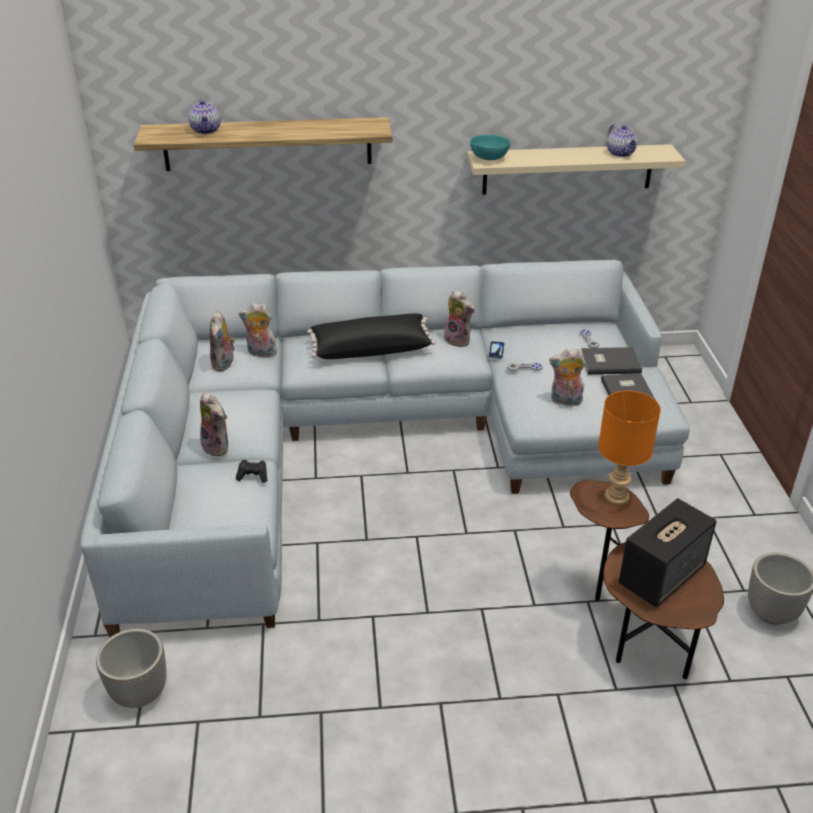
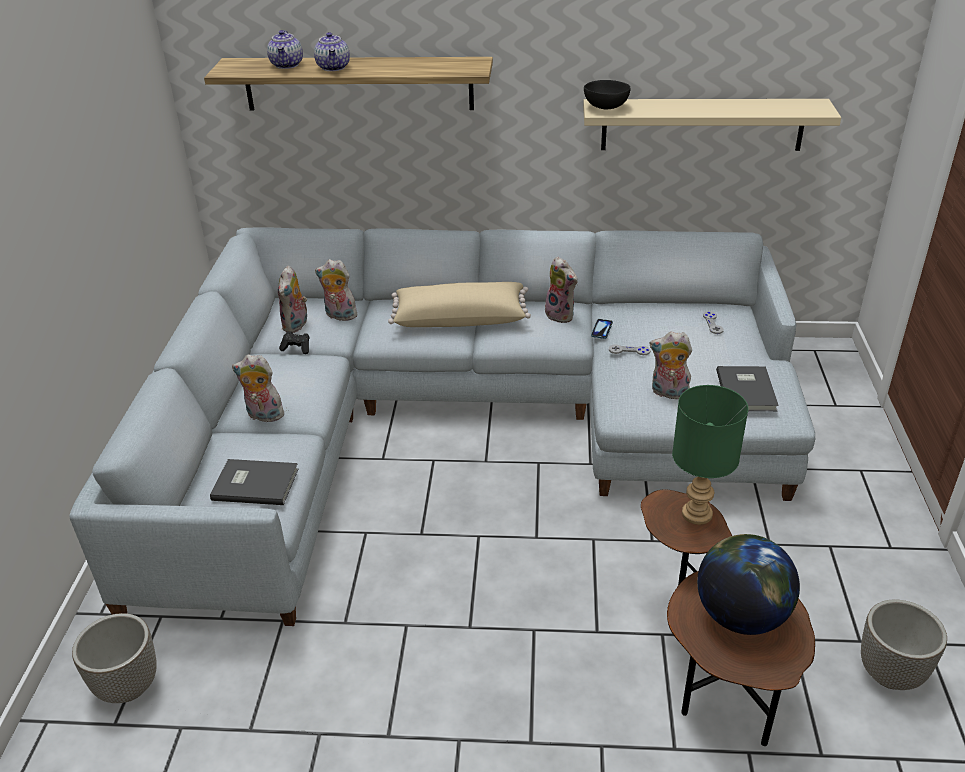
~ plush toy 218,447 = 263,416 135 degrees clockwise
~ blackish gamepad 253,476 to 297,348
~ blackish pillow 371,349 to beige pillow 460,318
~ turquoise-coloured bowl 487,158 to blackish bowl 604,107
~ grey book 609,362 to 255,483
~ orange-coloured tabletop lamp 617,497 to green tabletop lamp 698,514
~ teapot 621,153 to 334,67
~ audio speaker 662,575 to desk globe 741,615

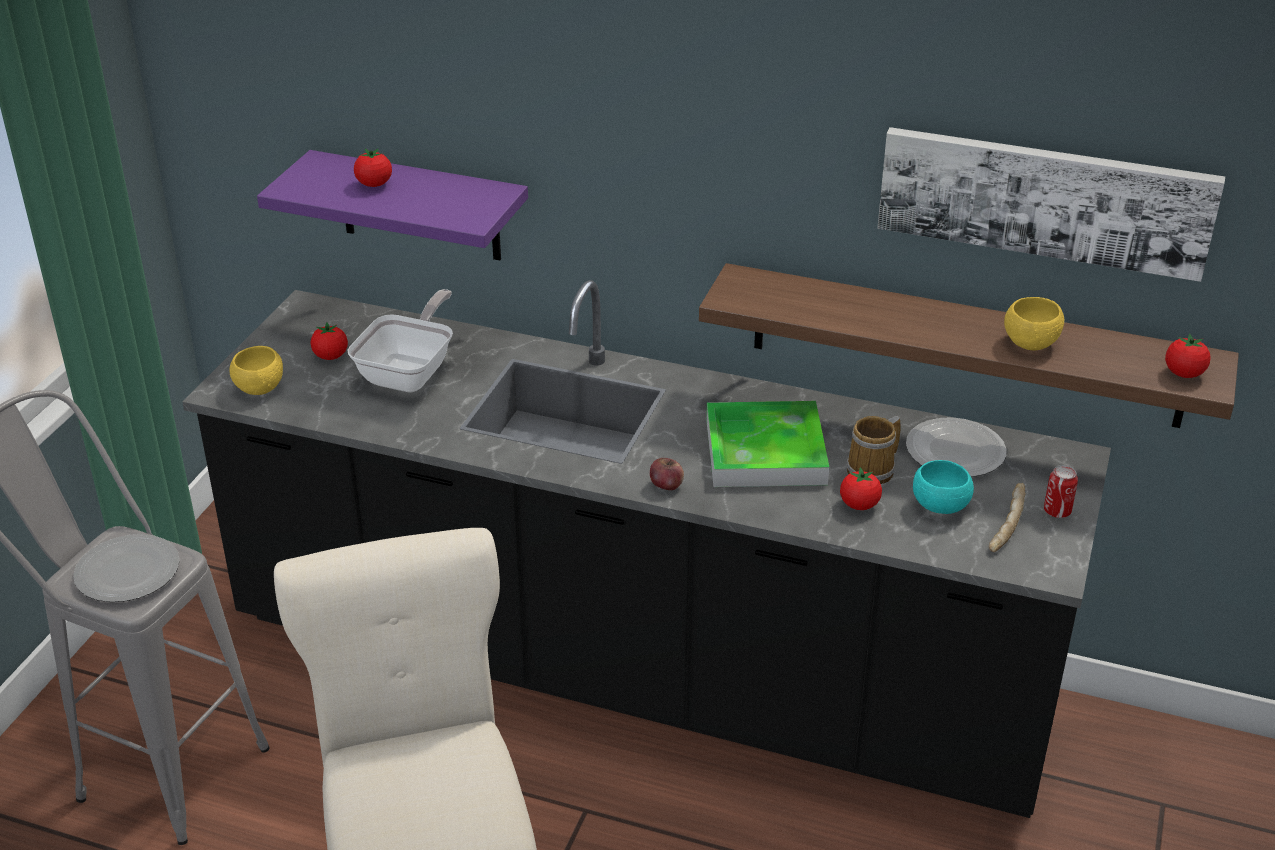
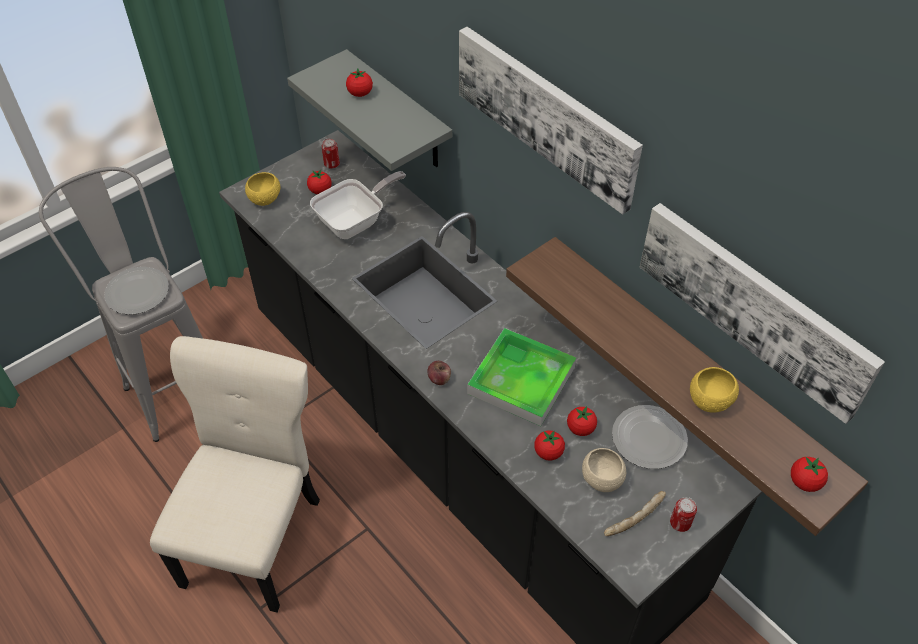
~ purple shelf 420,206 to grey shelf 398,112
~ mug 874,470 to whole tomato 580,428
~ turquoise-coloured bowl 940,506 to beige bowl 602,479
+ sealed can 332,164
+ wall art 546,115

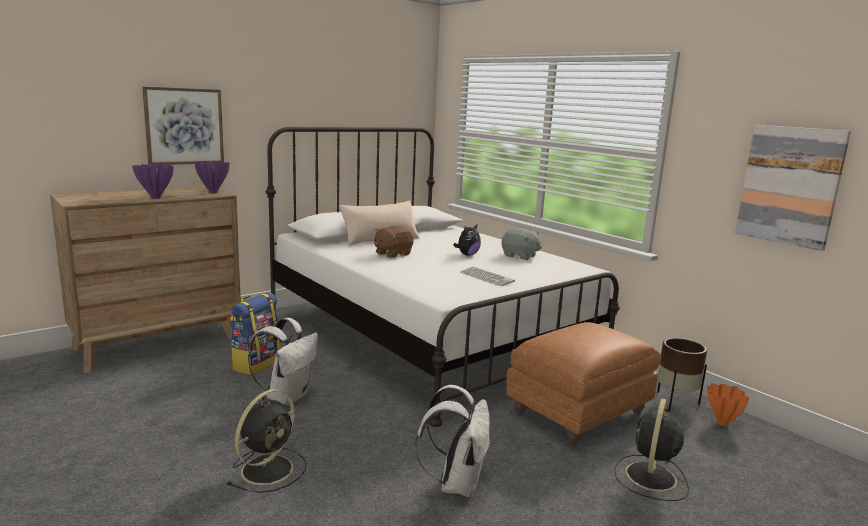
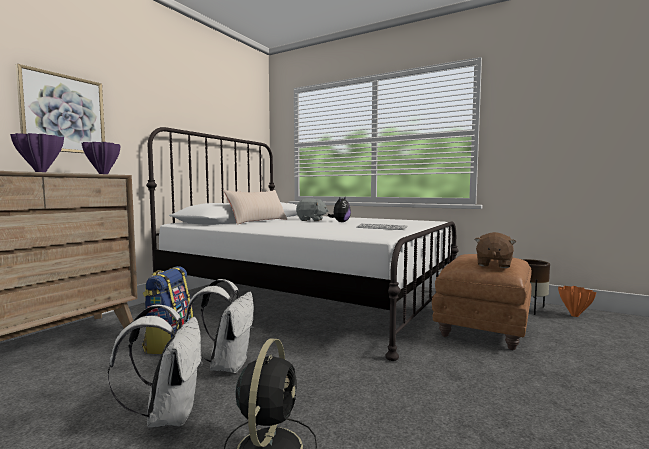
~ brown plush toy 392,254 to 493,264
~ white backpack 456,483 to 168,415
~ grey plush toy 520,256 to 311,220
- blackish electric fan 650,478
- wall art 790,185

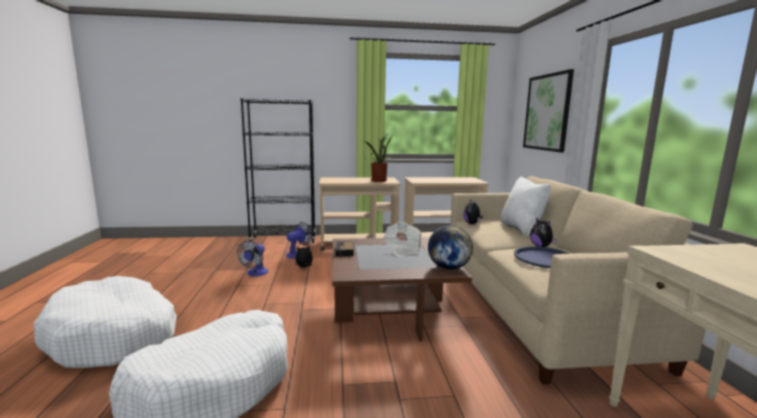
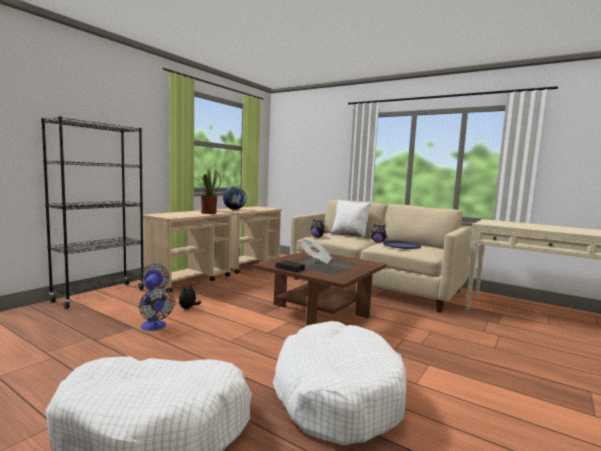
~ desk globe 448,268 to 234,209
- wall art 547,112

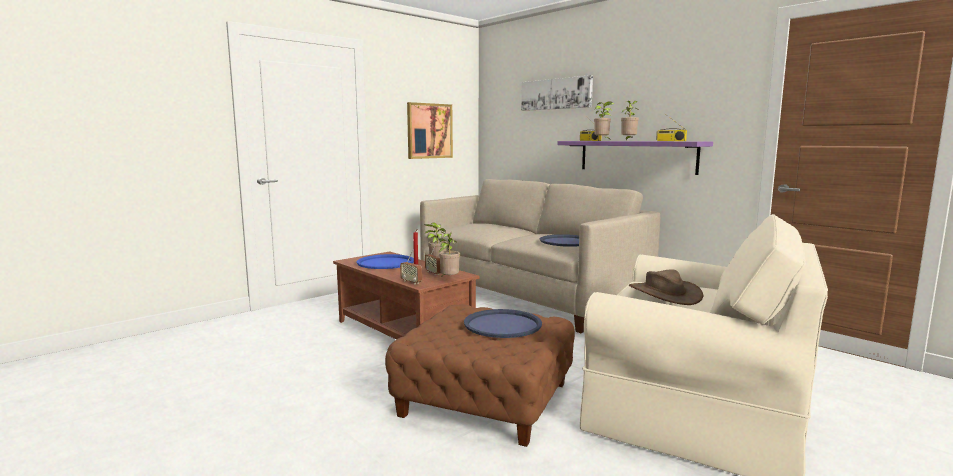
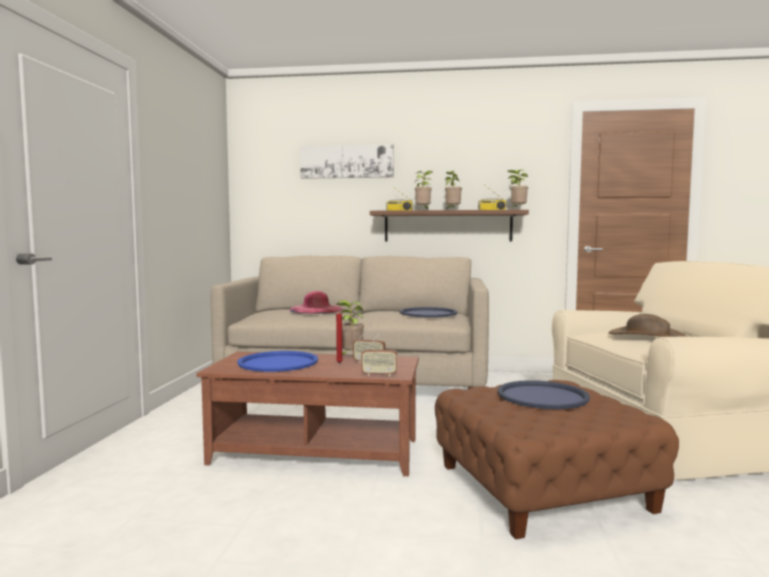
- wall art 429,131
~ plant in a pot 449,279 to 517,209
~ purple shelf 636,156 to brown shelf 447,226
+ pinkish hat 316,310

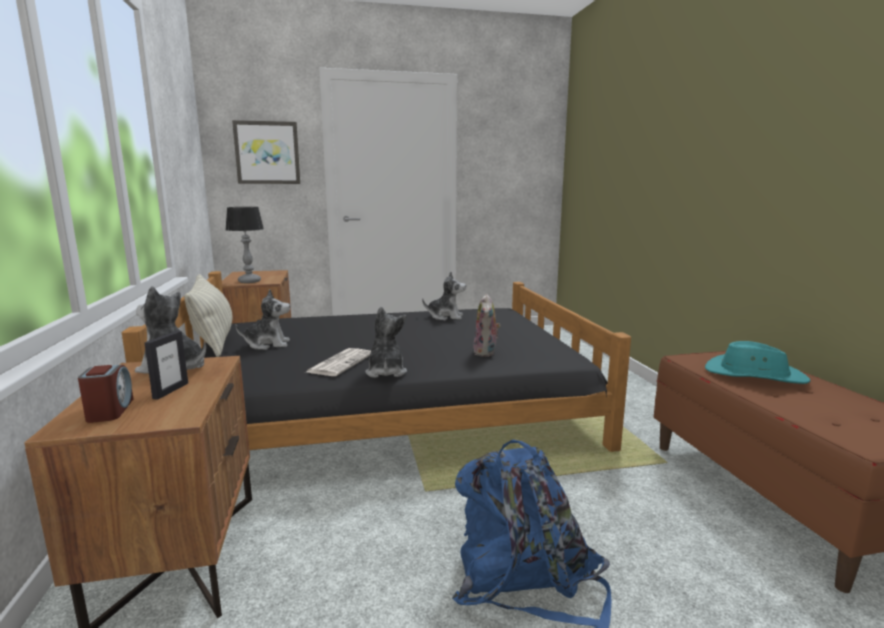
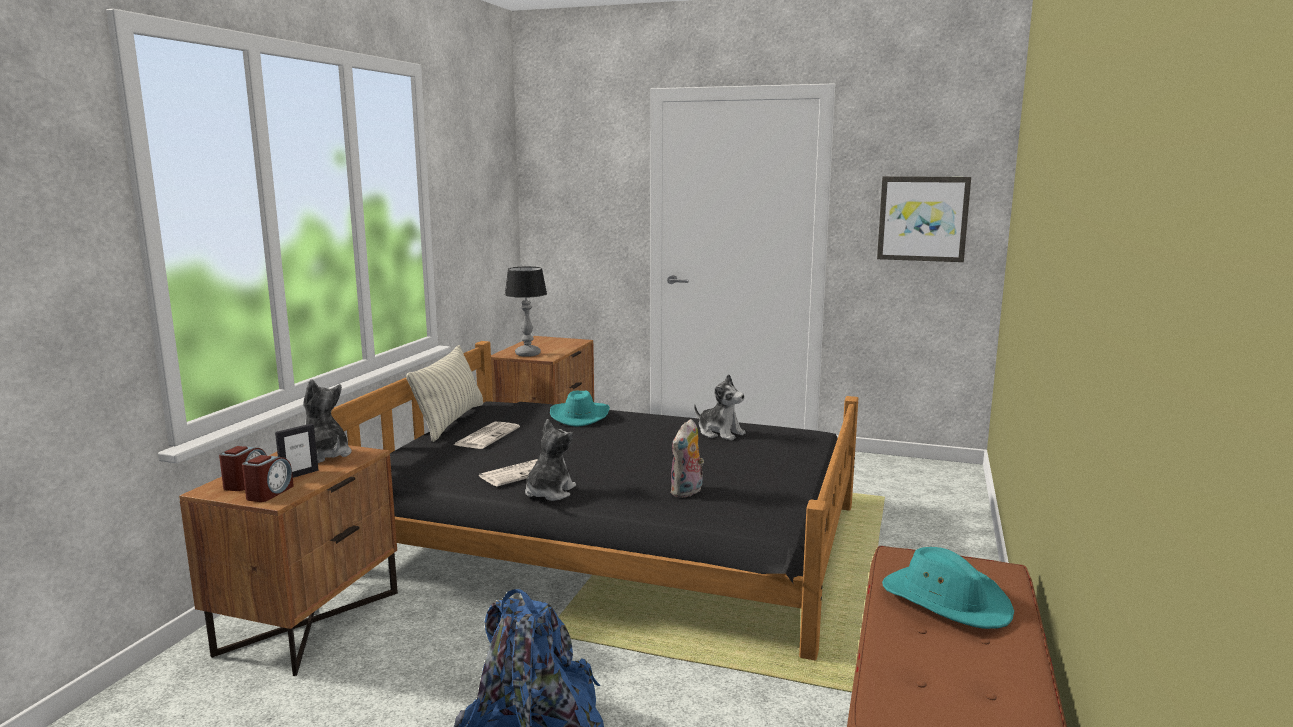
~ wall art 267,153 to 922,218
~ plush toy 268,344 to printed paper 487,436
+ bedside clock 269,493
+ turquoise-coloured hat 580,416

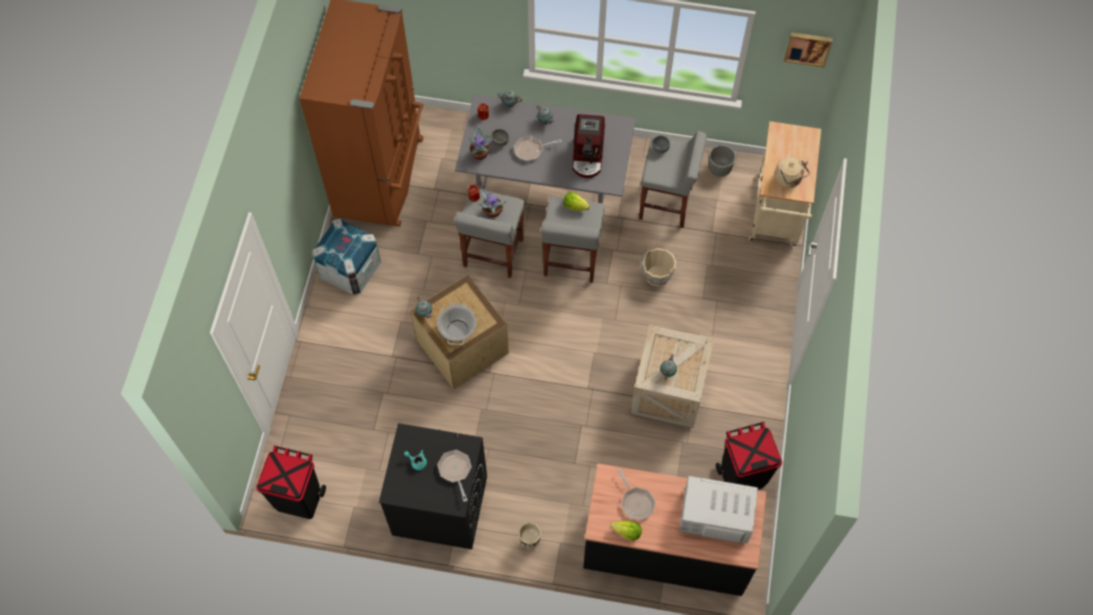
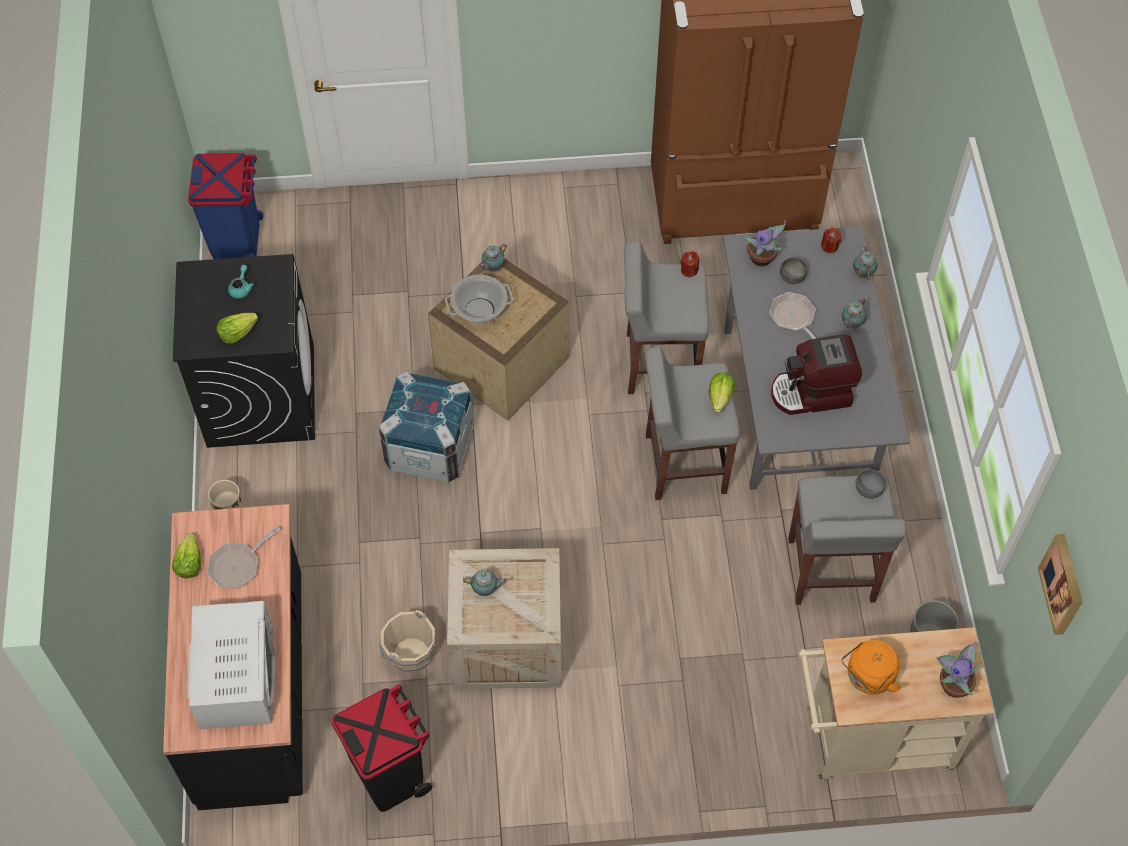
~ blackish waste bin 299,499 to blue-coloured waste bin 238,243
~ packing crate 350,269 to 430,448
~ frying pan 455,471 to lettuce head 237,333
~ plant in a pot 491,211 to 953,684
~ beige bucket 656,276 to 409,654
~ beige kettle 788,180 to orange-coloured kettle 868,678

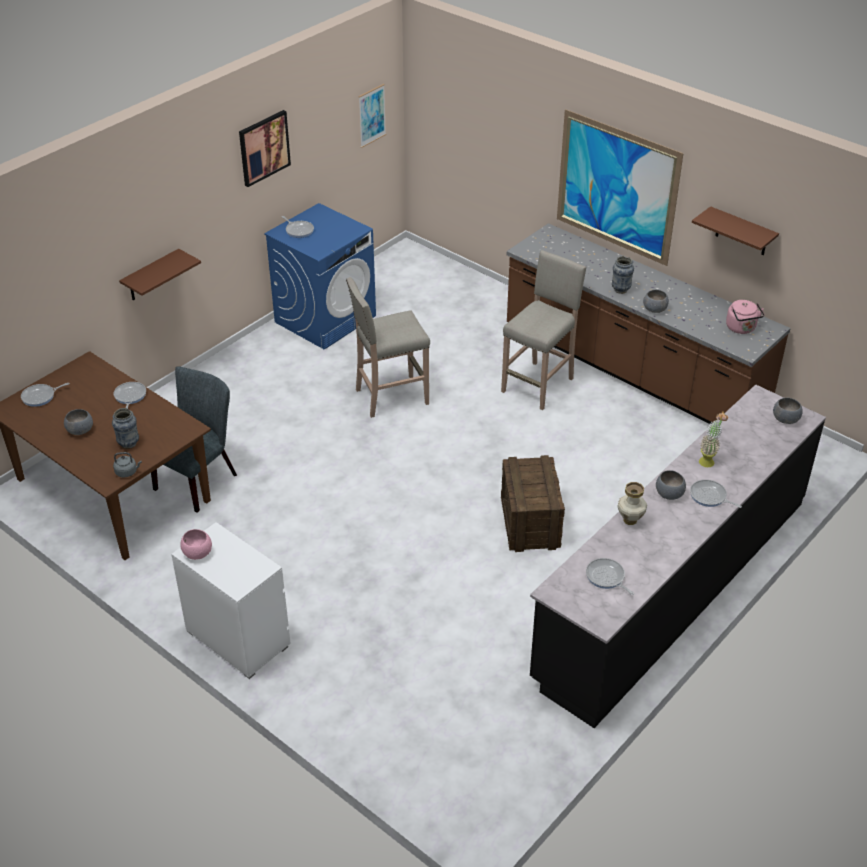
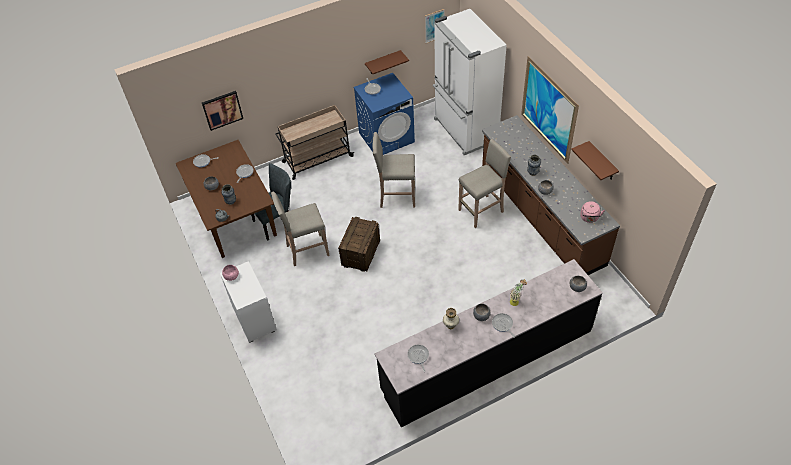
~ brown shelf 151,276 to 383,62
~ wall art 264,148 to 222,110
~ packing crate 530,522 to 361,253
+ beige sitting stool 306,250
+ beige wheeled cart 317,159
+ white refrigerator 464,131

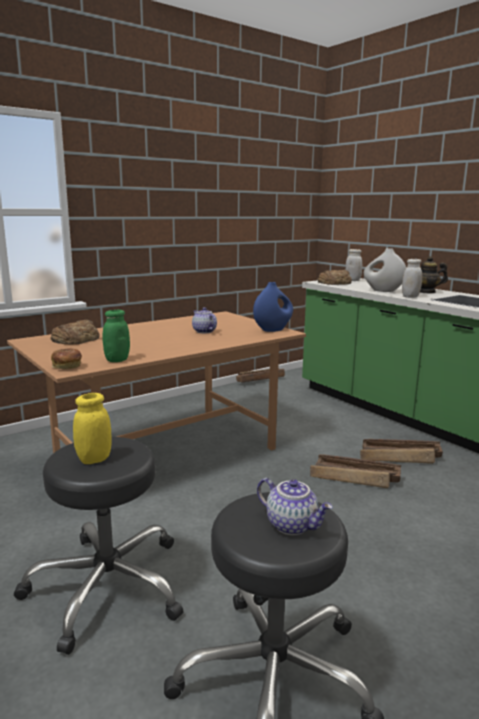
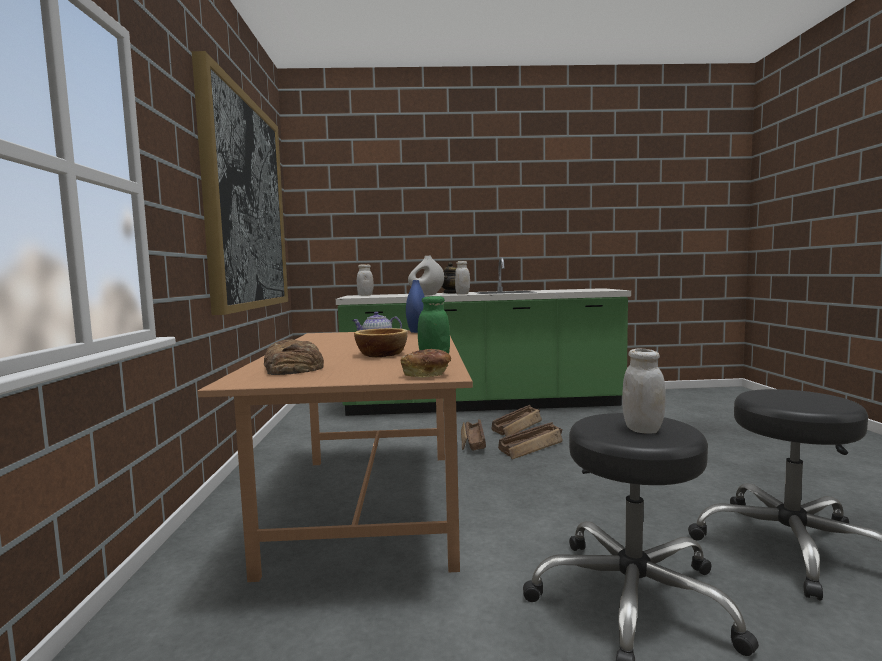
~ yellow-coloured storage jar 94,459 to white storage jar 642,429
~ packing crate 260,380 to 472,442
- teapot 292,525
- bread 335,282
+ wall art 245,204
+ bowl 381,354

